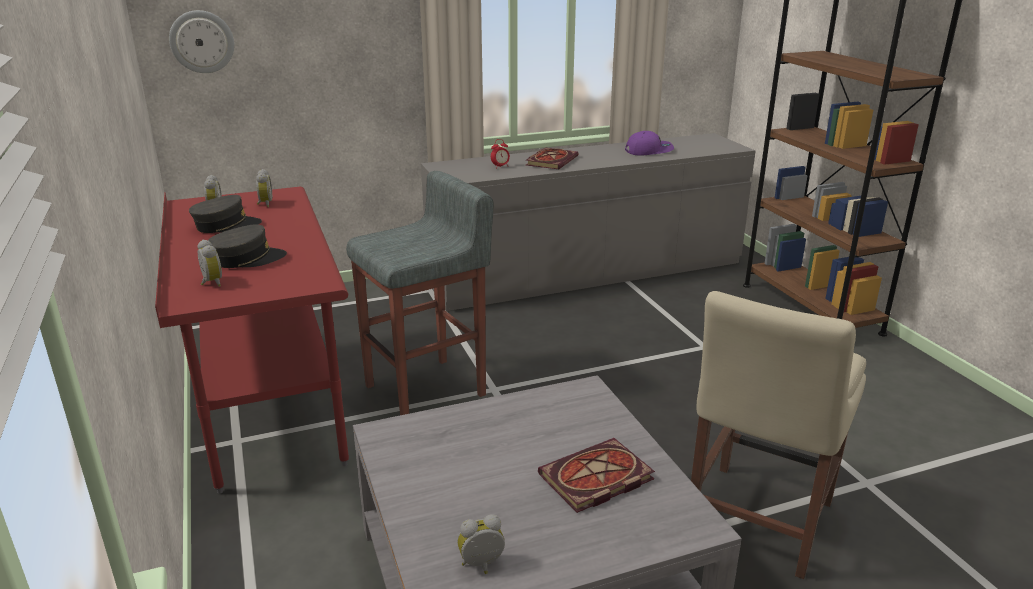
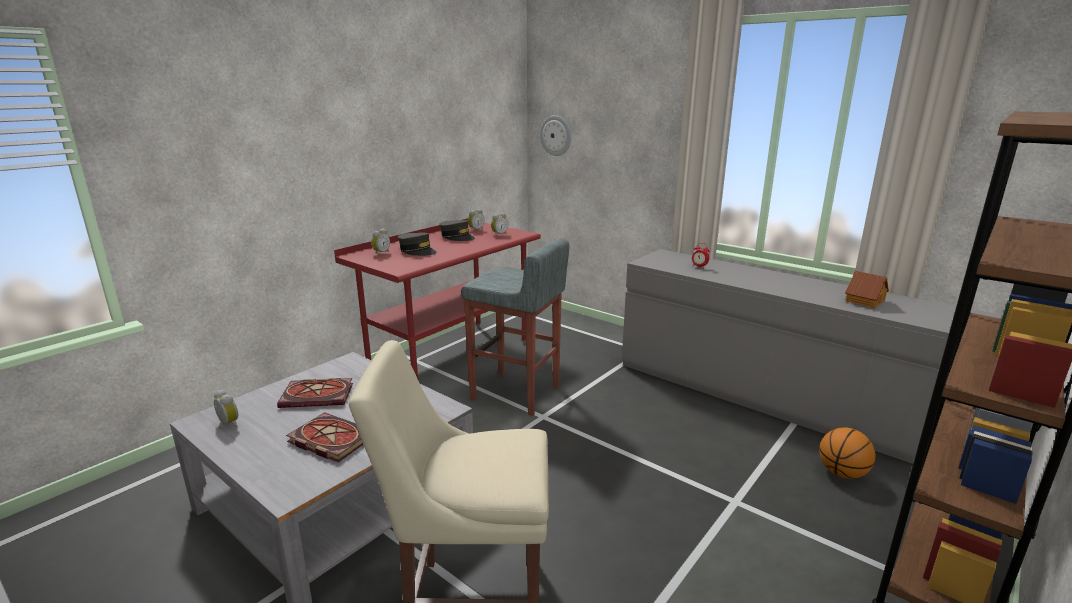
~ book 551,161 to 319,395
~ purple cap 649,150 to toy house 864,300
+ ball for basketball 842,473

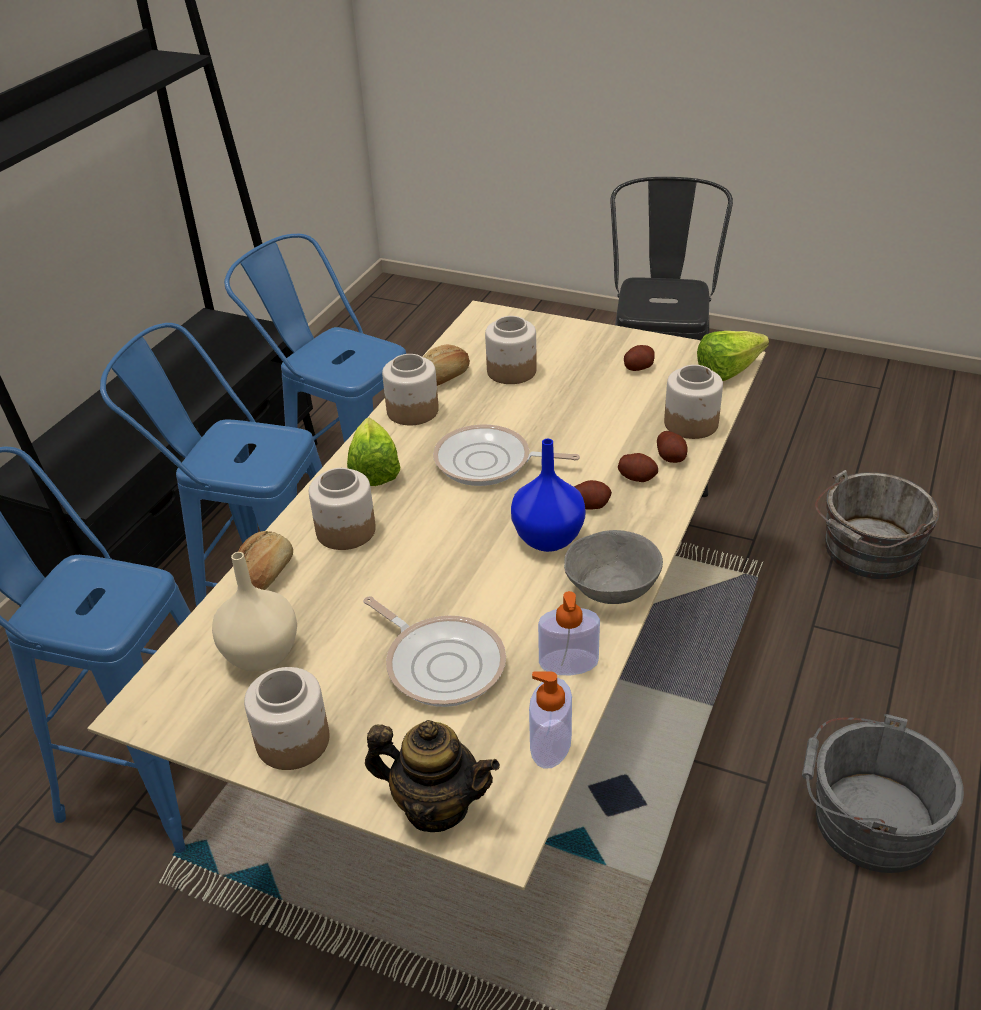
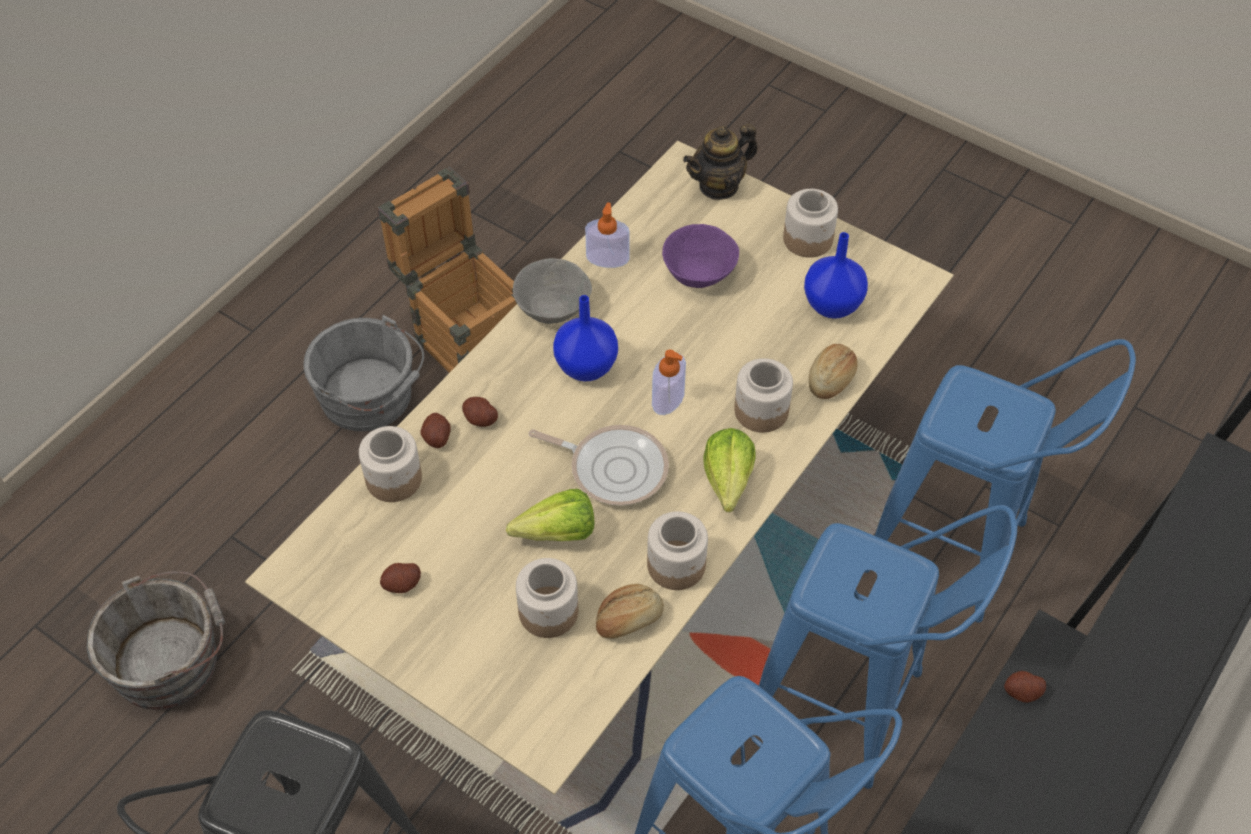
~ beige flower vase 261,656 to blue-coloured flower vase 832,304
~ frying pan 441,663 to purple bowl 698,274
~ teapot 436,806 = 719,186 60 degrees counterclockwise
~ soap dispenser 550,744 to 668,398
~ spud 590,505 to 1022,692
~ lettuce head 734,371 to 550,534
+ packing crate 465,335

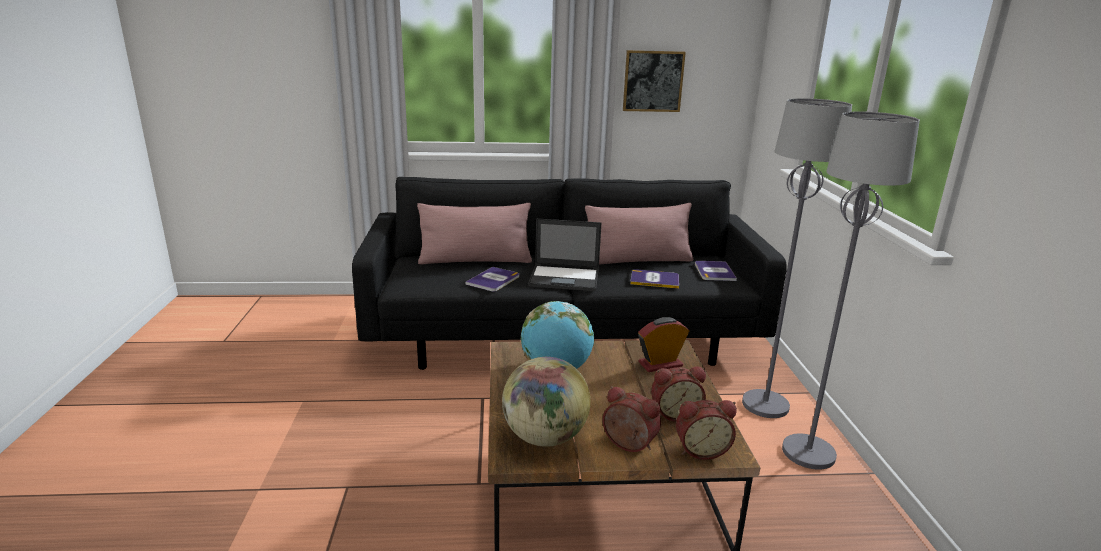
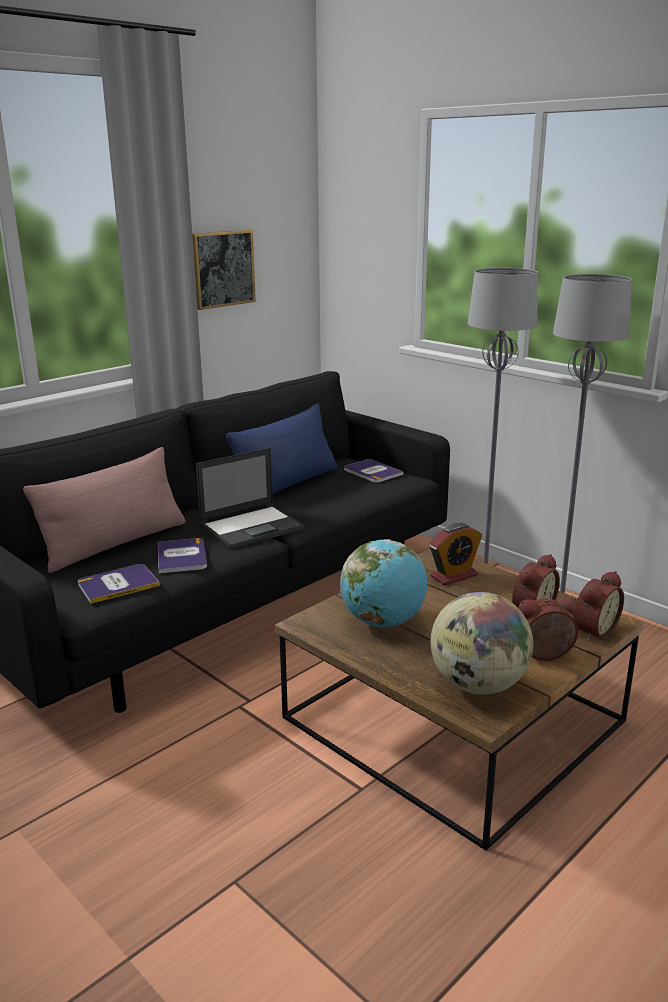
~ pinkish pillow 638,261 to blue-coloured pillow 287,484
~ book 654,280 to 118,584
~ bedside clock 660,364 = 454,576 150 degrees counterclockwise

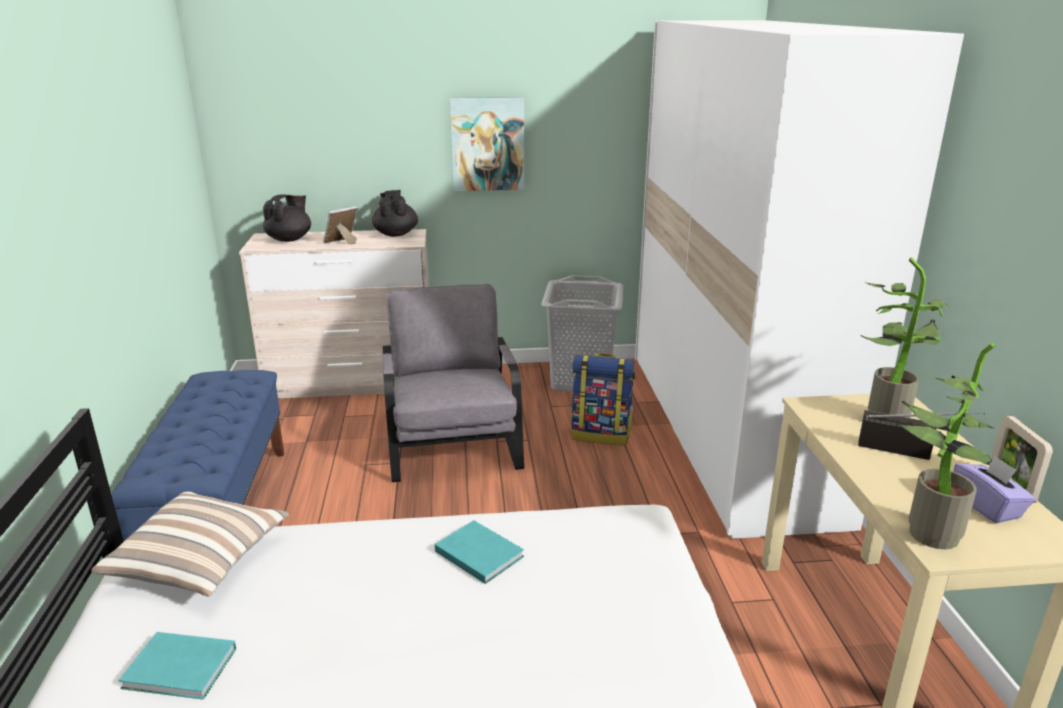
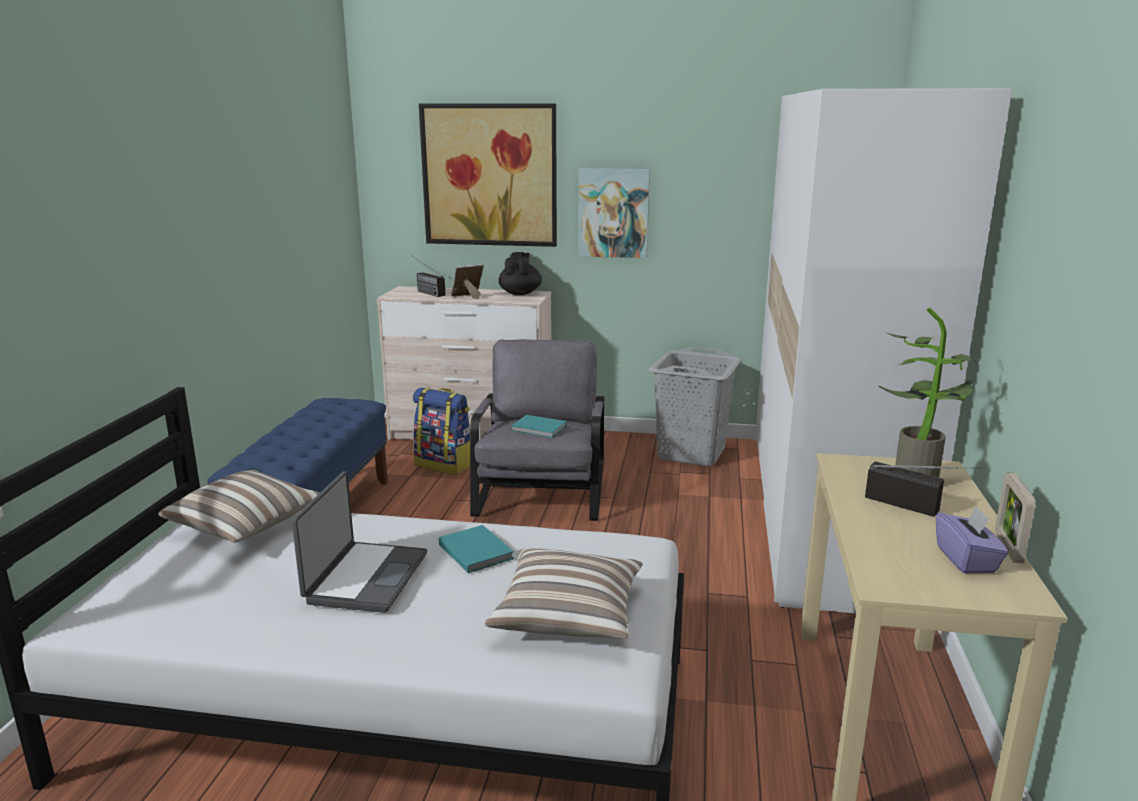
~ turquoise-coloured book 181,669 to 539,429
~ blackish teapot 290,239 to radio receiver 424,292
~ backpack 601,434 to 444,464
- plant in a pot 925,532
+ portable computer 365,578
+ wall art 489,175
+ pillow 568,616

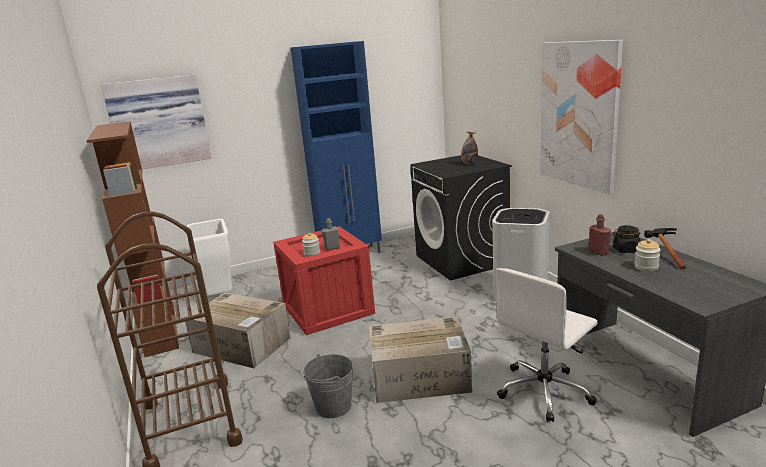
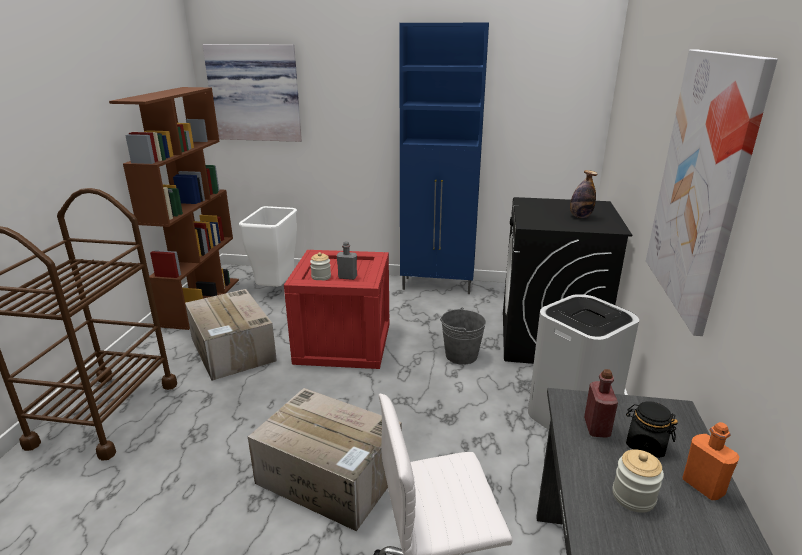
~ grey bucket 333,406 to 461,355
~ hammer 664,254 to orange-coloured bottle 703,486

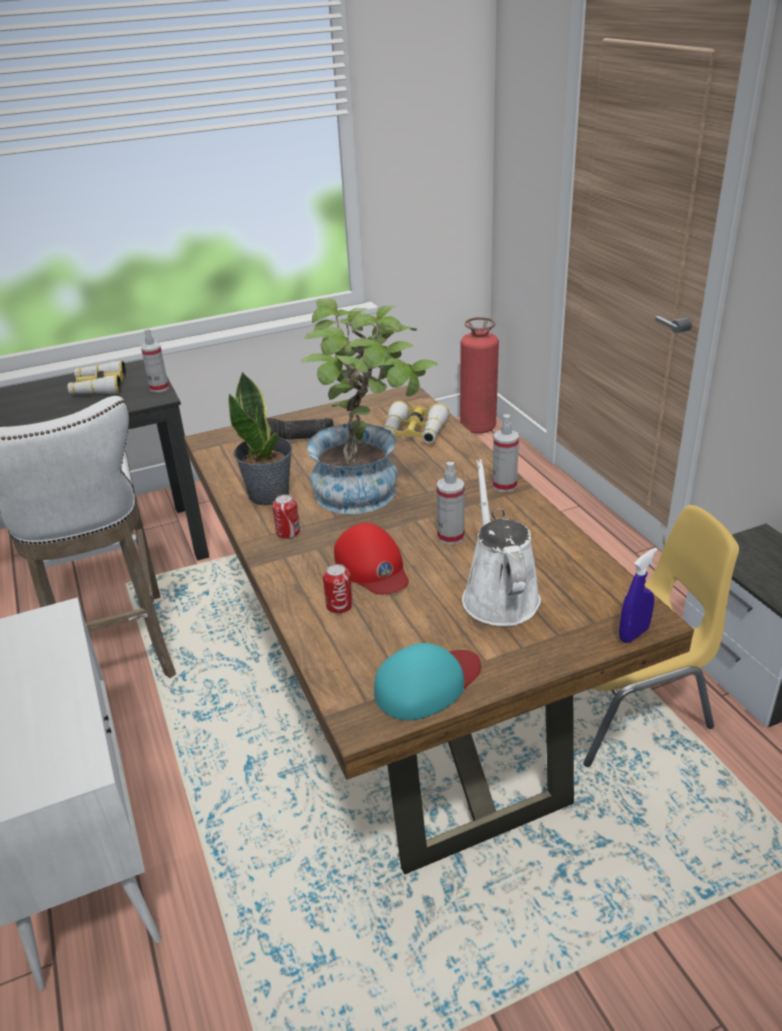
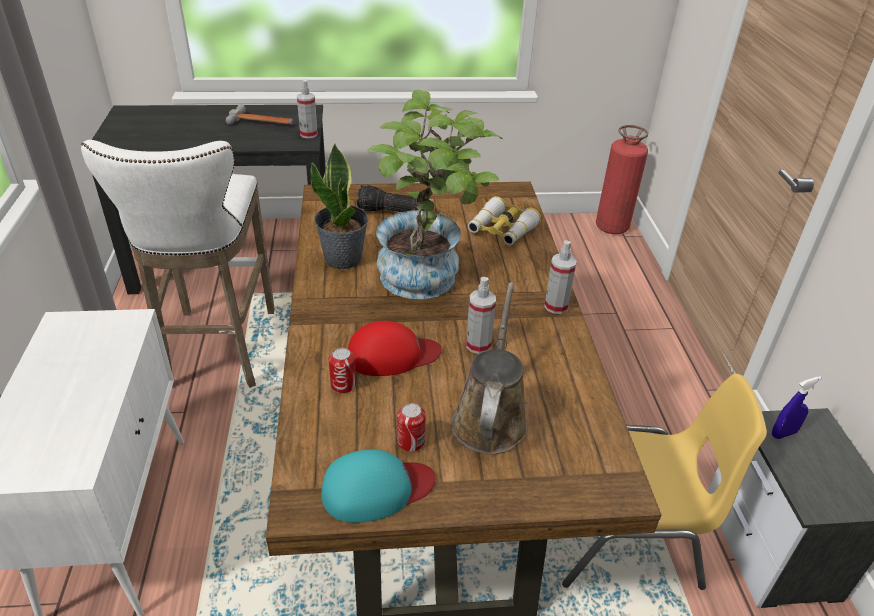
~ field glasses 99,387 to hammer 262,122
~ sealed can 288,532 to 410,442
~ red cap 372,567 = 392,355 90 degrees counterclockwise
~ white sprinkling can 498,595 to brown sprinkling can 490,418
~ blue-coloured sprayer 633,634 to 783,433

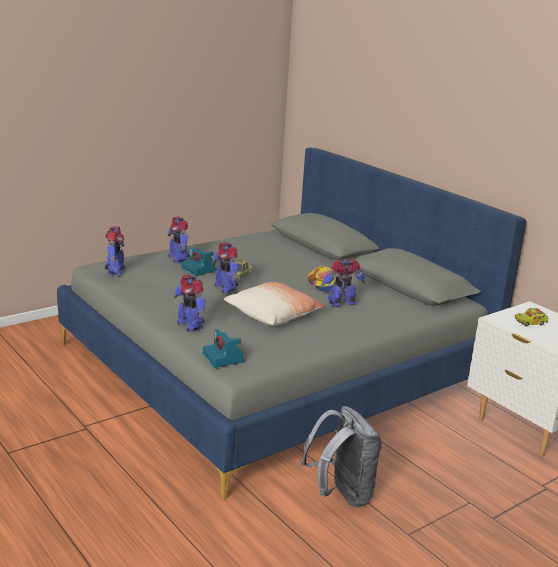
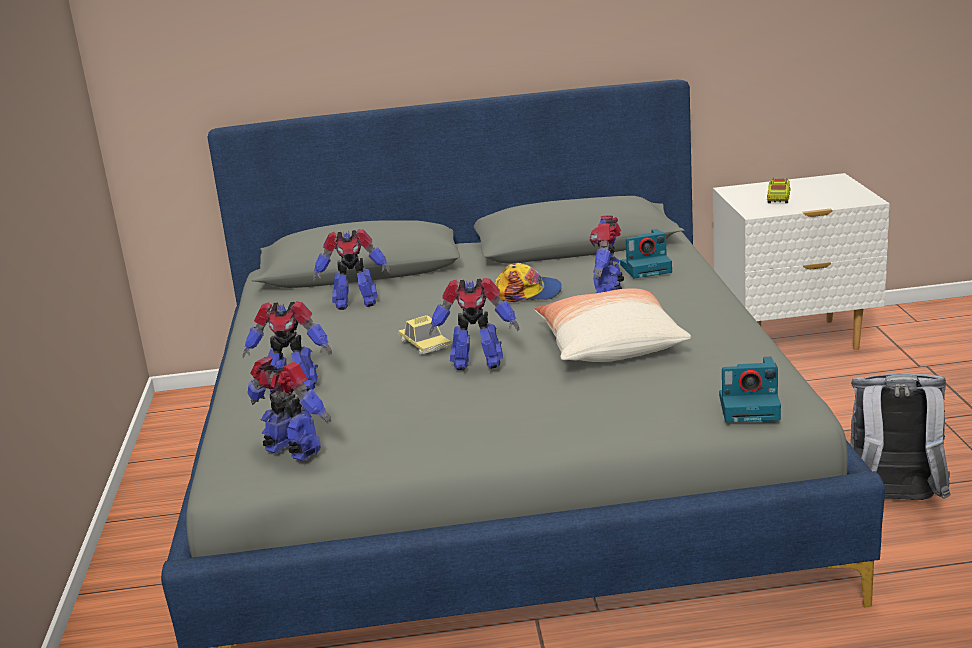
~ robot figure 190,325 to 355,303
~ still camera 199,270 to 646,268

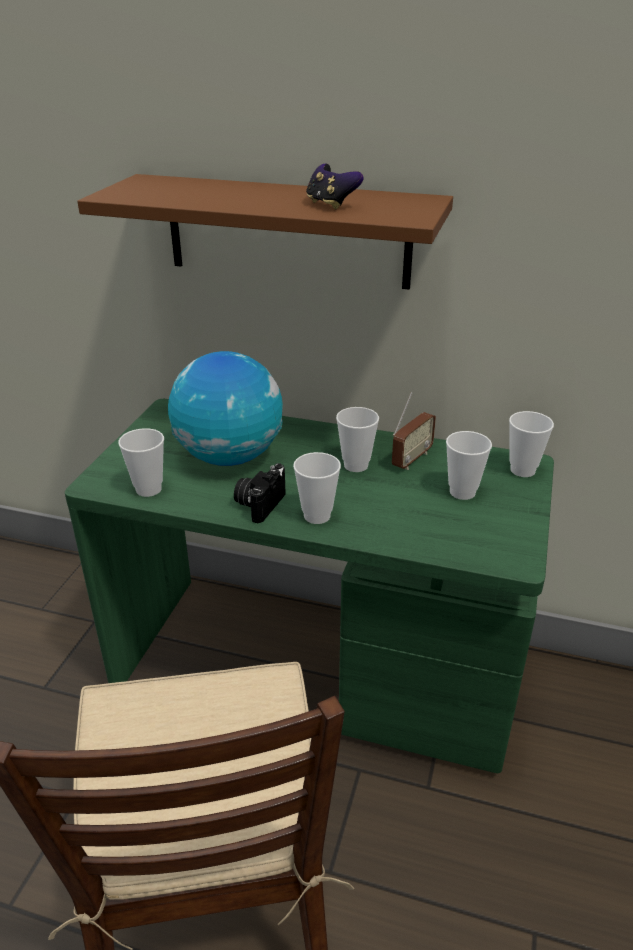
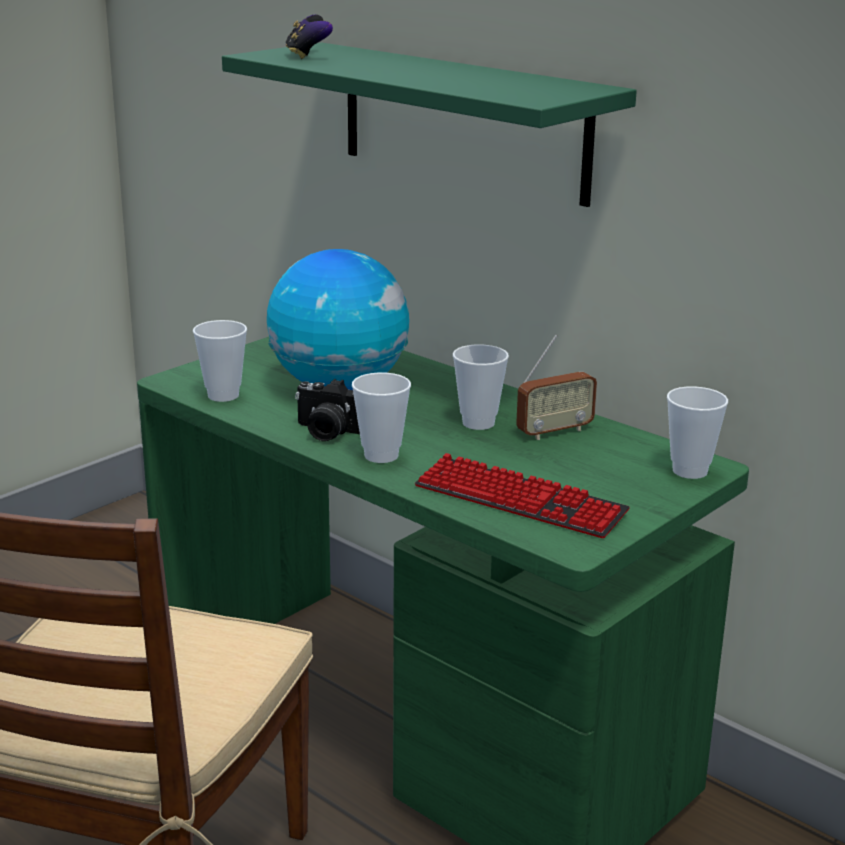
~ brown shelf 287,231 to green shelf 463,121
~ still camera 259,504 = 328,432 120 degrees counterclockwise
~ gamepad 331,204 to 308,56
- drinking cup 462,492
+ keyboard 519,500

